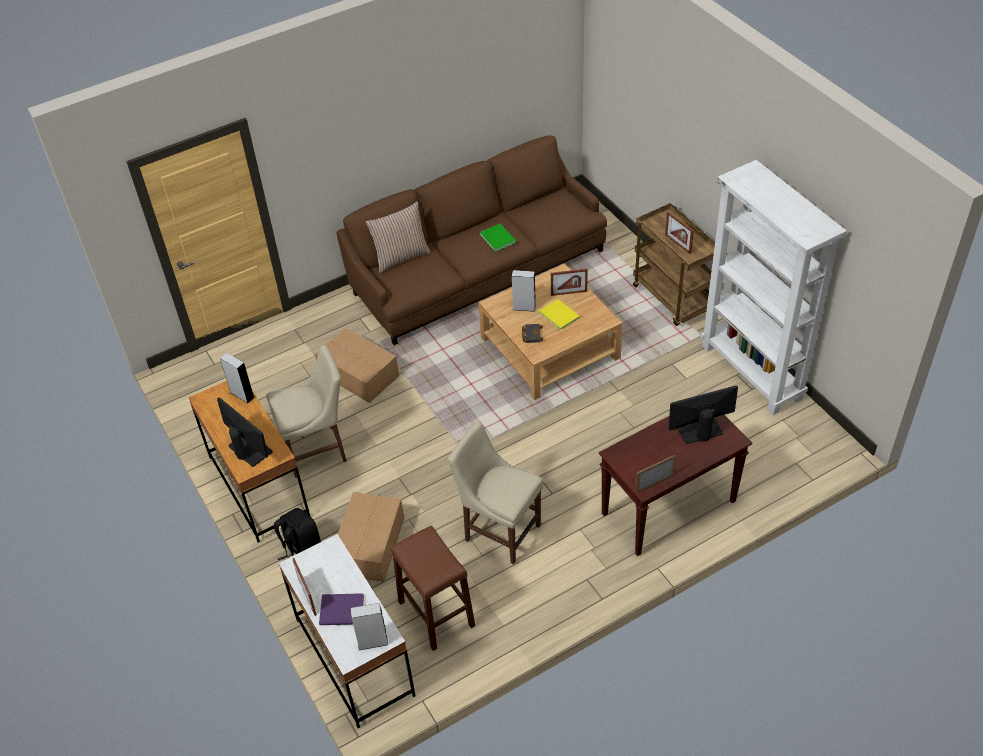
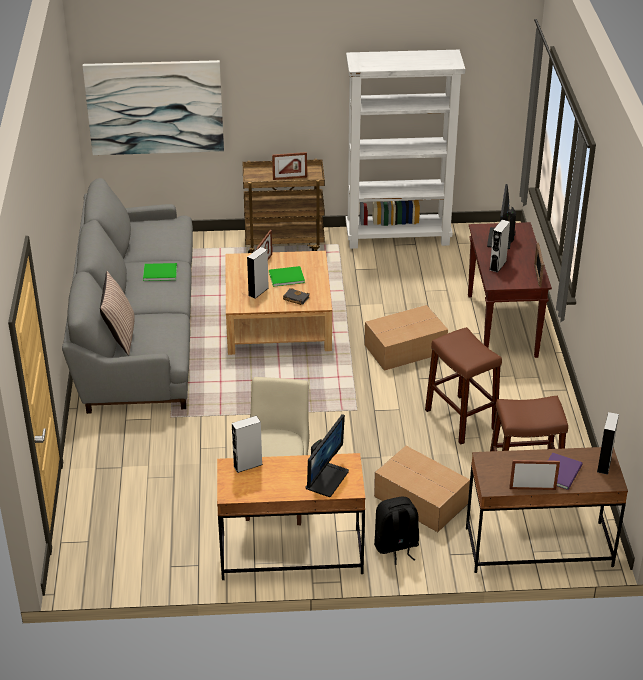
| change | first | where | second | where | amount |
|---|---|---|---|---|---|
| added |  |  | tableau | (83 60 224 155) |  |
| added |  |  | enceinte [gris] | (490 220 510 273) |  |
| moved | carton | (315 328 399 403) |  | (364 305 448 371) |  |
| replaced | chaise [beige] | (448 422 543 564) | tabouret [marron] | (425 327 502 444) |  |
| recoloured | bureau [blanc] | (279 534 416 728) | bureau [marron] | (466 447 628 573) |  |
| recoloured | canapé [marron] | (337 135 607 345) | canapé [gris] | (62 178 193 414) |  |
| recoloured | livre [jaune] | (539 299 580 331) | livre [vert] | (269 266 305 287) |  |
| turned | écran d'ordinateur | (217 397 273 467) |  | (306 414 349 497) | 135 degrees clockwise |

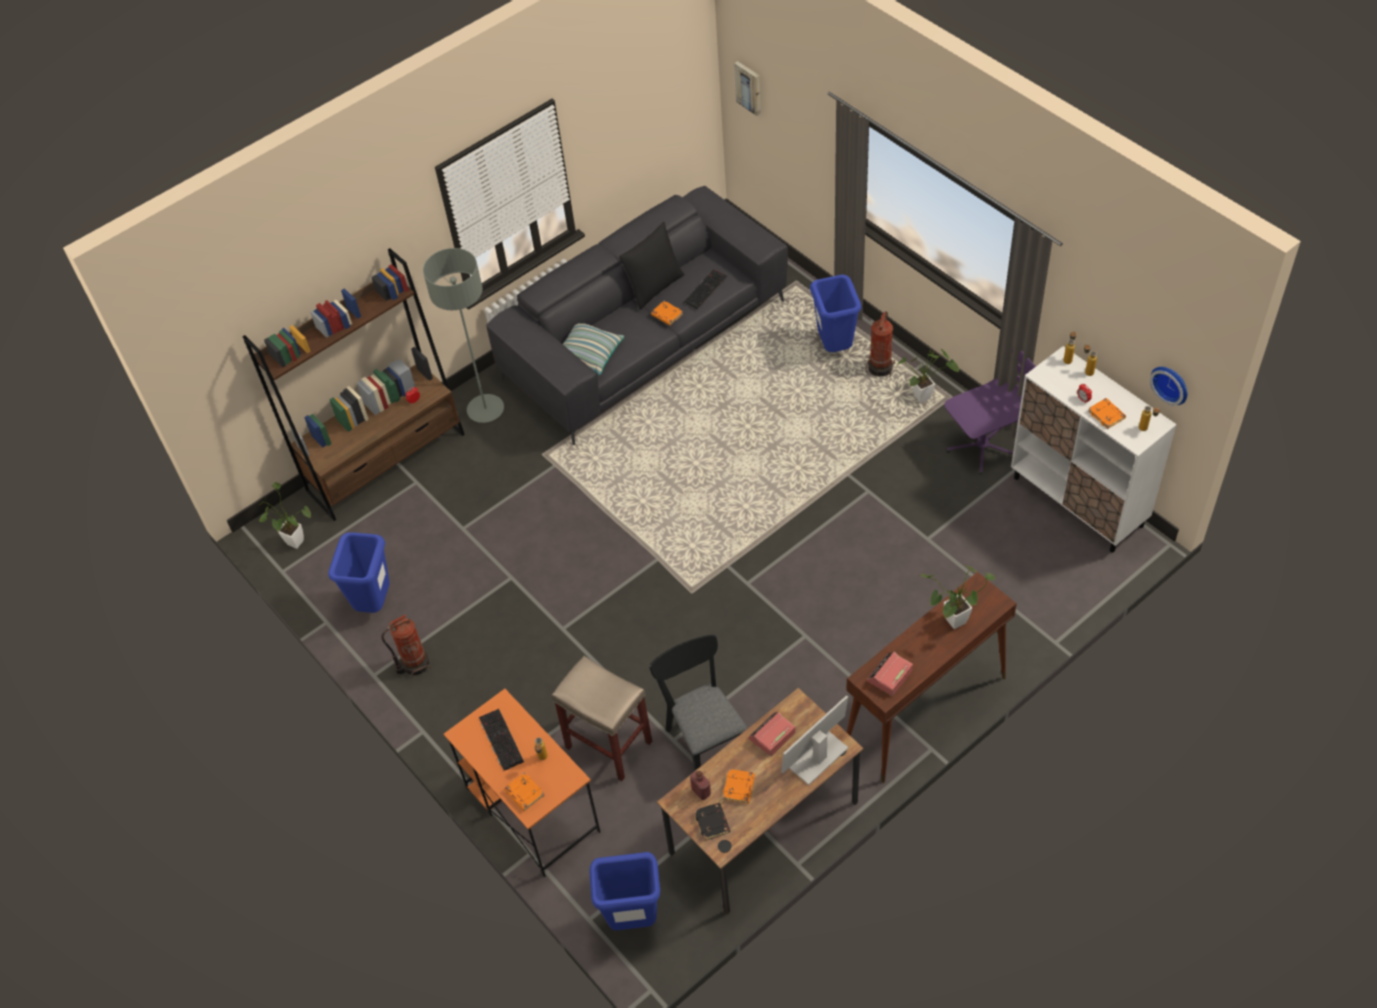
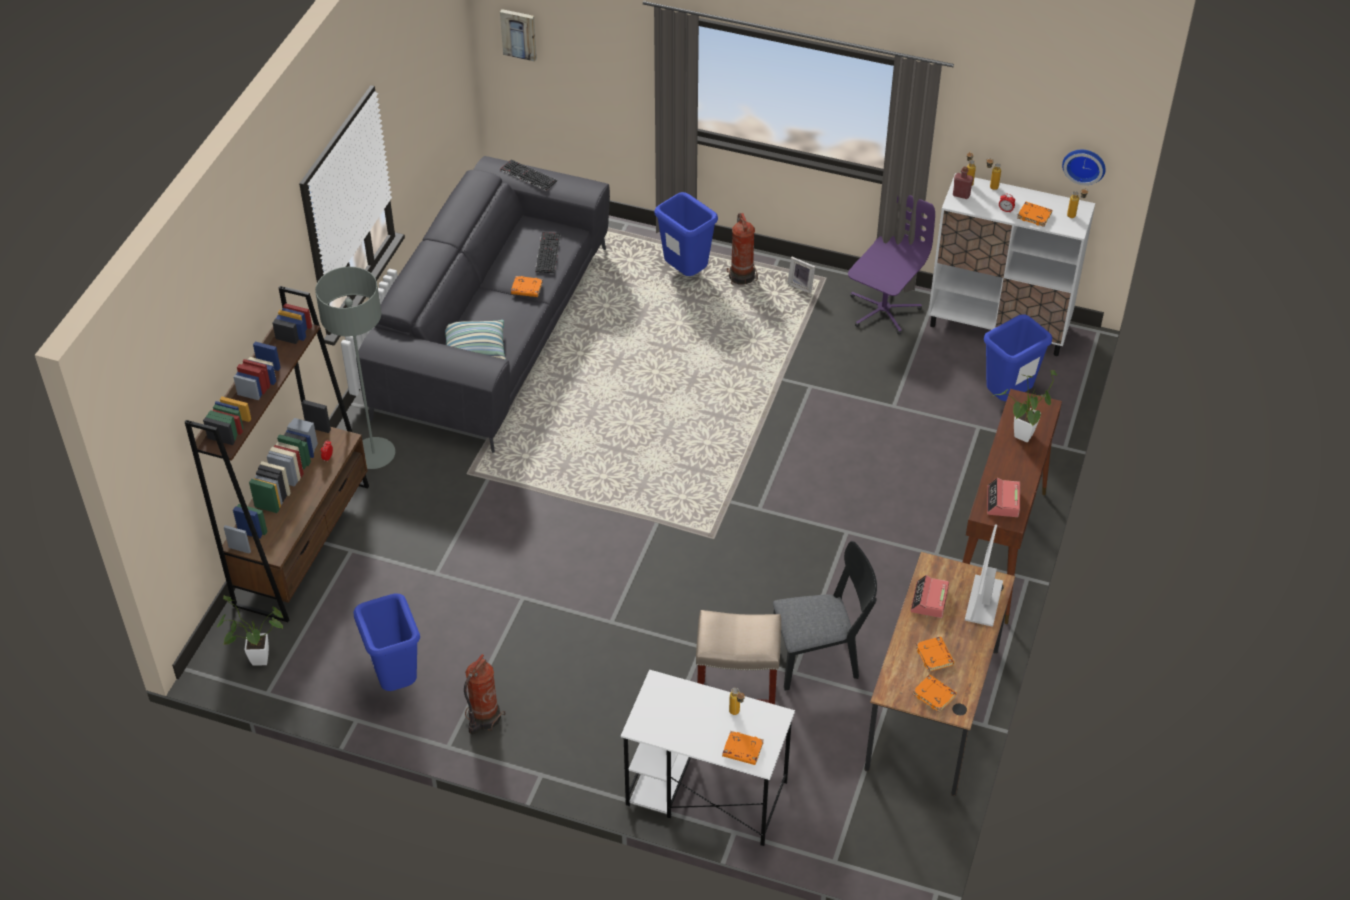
| change | first | where | second | where | amount |
|---|---|---|---|---|---|
| removed | coussin [noir] | (619 222 685 309) |  |  |  |
| moved | clavier | (479 709 524 771) |  | (500 159 557 191) |  |
| moved | poubelle [bleu] | (590 852 660 930) |  | (984 314 1052 401) |  |
| moved | bouteille [rouge] | (690 771 711 800) |  | (953 167 973 199) |  |
| replaced | plante en pot | (897 349 959 403) | cadre photo | (787 257 815 294) |  |
| recoloured | bureau [orange] | (444 689 601 877) | bureau [blanc] | (621 669 795 846) |  |
| recoloured | livre [noir] | (694 803 730 841) | livre [orange] | (912 675 957 713) |  |
| turned | chaise [noir] | (649 635 748 771) |  | (773 541 877 690) | 135 degrees clockwise |

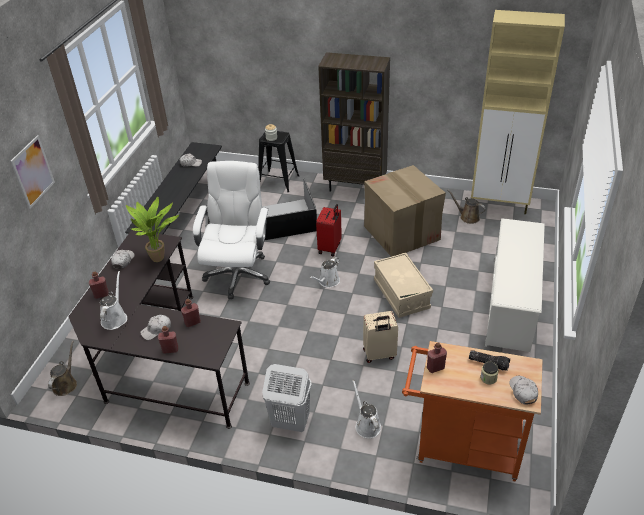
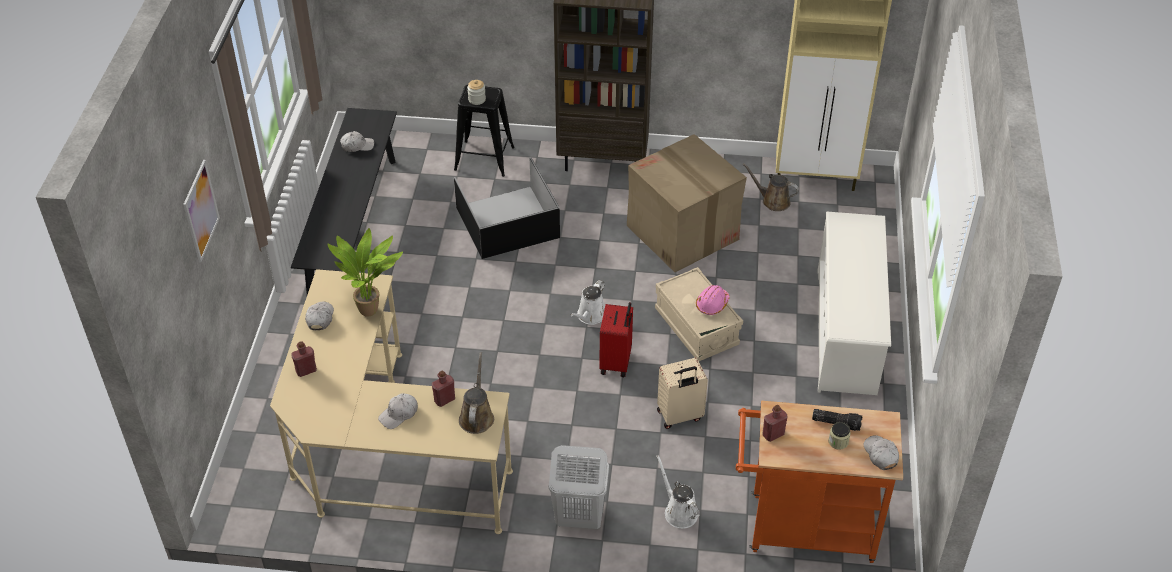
| change | first | where | second | where | amount |
|---|---|---|---|---|---|
| removed | arrosoir [blanc] | (100 271 127 330) |  |  |  |
| removed | bouteille [rouge] | (158 326 178 354) |  |  |  |
| removed | chaise de bureau [blanc] | (193 161 270 299) |  |  |  |
| added |  |  | casque de chantier [rose] | (696 285 730 315) |  |
| moved | arrosoir [marron] | (48 341 77 396) |  | (459 352 494 434) |  |
| moved | valise [rouge] | (316 204 342 256) |  | (599 302 633 377) |  |
| recoloured | bureau [noir] | (68 230 250 429) | bureau [beige] | (270 269 513 534) |  |

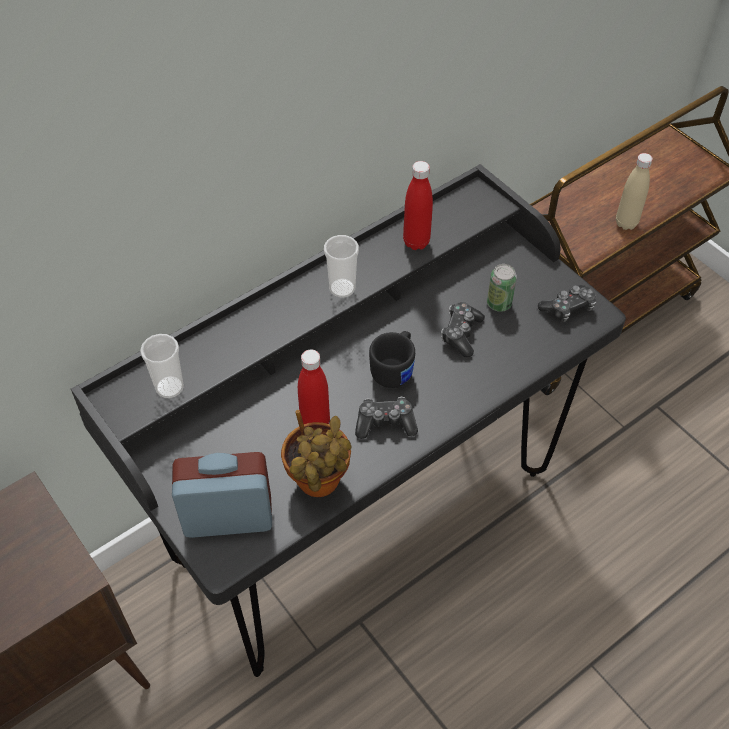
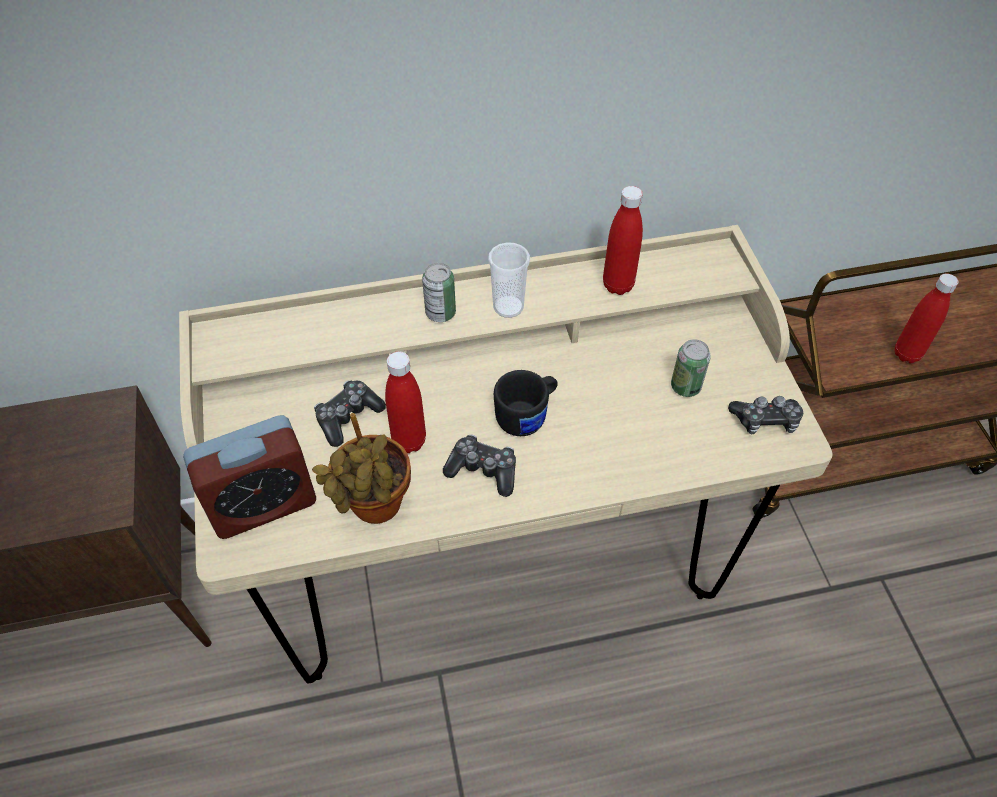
| change | first | where | second | where | amount |
|---|---|---|---|---|---|
| removed | tasse | (140 334 184 398) |  |  |  |
| added |  |  | boîte métallique | (422 263 456 322) |  |
| moved | manette | (441 302 485 357) |  | (314 380 386 447) |  |
| recoloured | bureau [noir] | (71 164 626 677) | bureau [beige] | (179 225 833 684) |  |
| recoloured | bouteille [beige] | (616 153 653 230) | bouteille [rouge] | (895 273 958 363) |  |
| turned | réveil | (172 452 272 538) |  | (183 415 316 539) | 135 degrees clockwise |

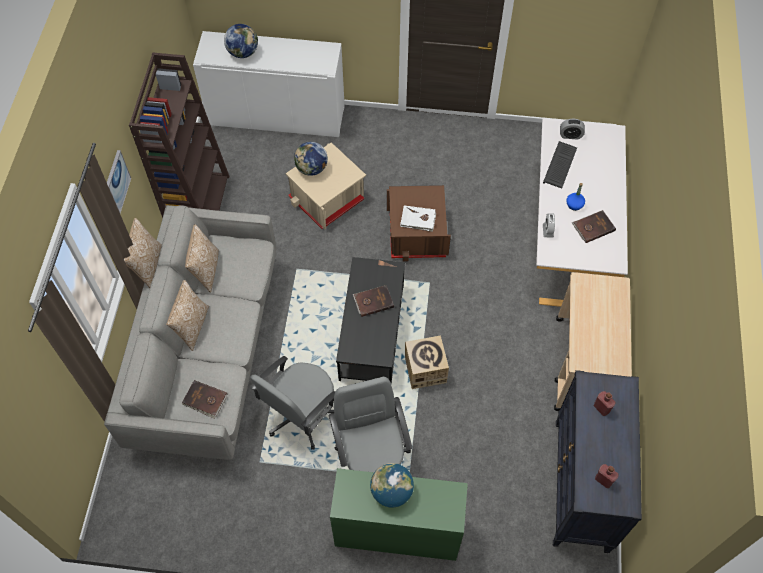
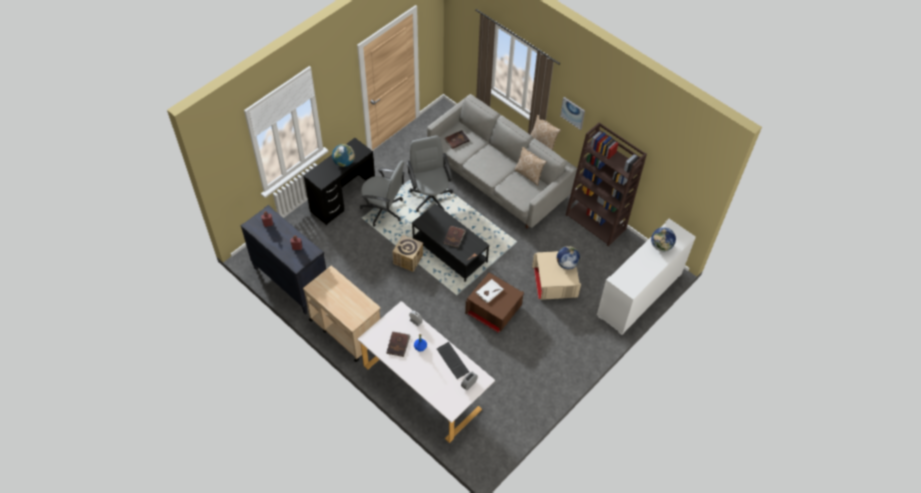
| change | first | where | second | where | amount |
|---|---|---|---|---|---|
| removed | coussin | (166 280 209 351) |  |  |  |
| recoloured | bureau [vert] | (330 468 468 561) | bureau [noir] | (303 138 375 225) |  |

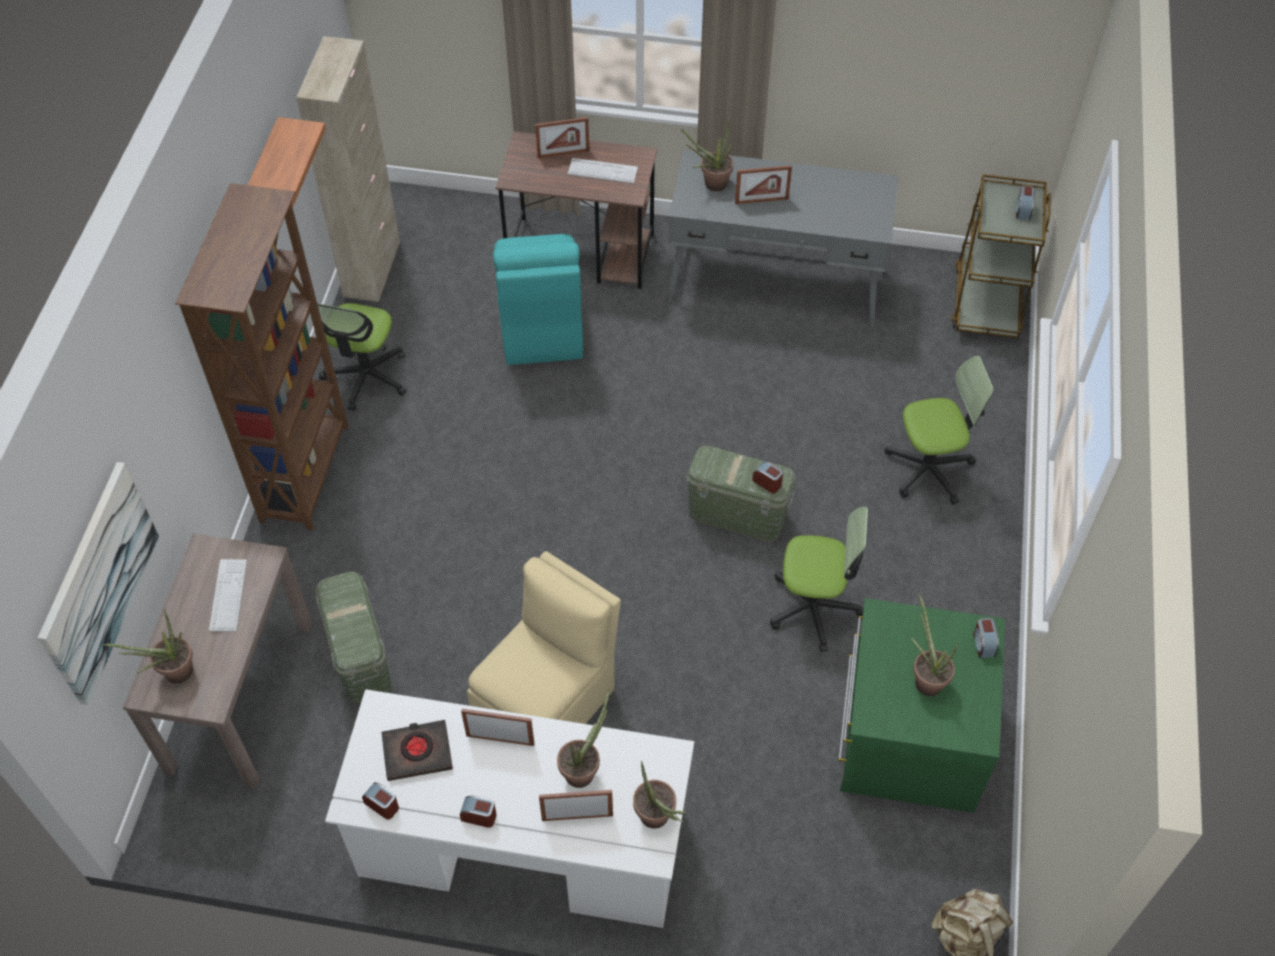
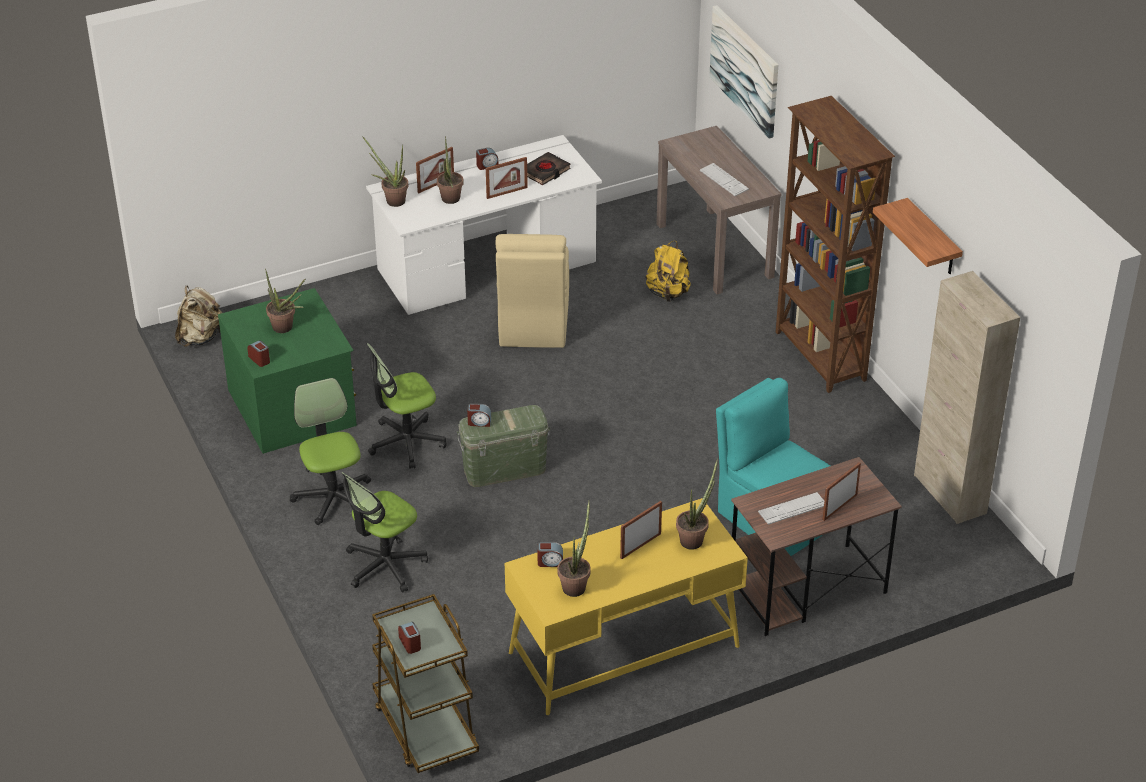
| change | first | where | second | where | amount |
|---|---|---|---|---|---|
| moved | plante en pot | (103 609 193 683) |  | (557 501 591 597) |  |
| moved | chaise de bureau | (317 303 407 411) |  | (290 378 371 525) |  |
| moved | réveil | (362 782 399 820) |  | (537 542 563 567) |  |
| replaced | boîte de rangement [vert] | (316 571 392 704) | sac à dos [jaune] | (646 241 691 302) |  |
| recoloured | bureau [gris] | (668 150 899 329) | bureau [jaune] | (505 498 748 715) |  |

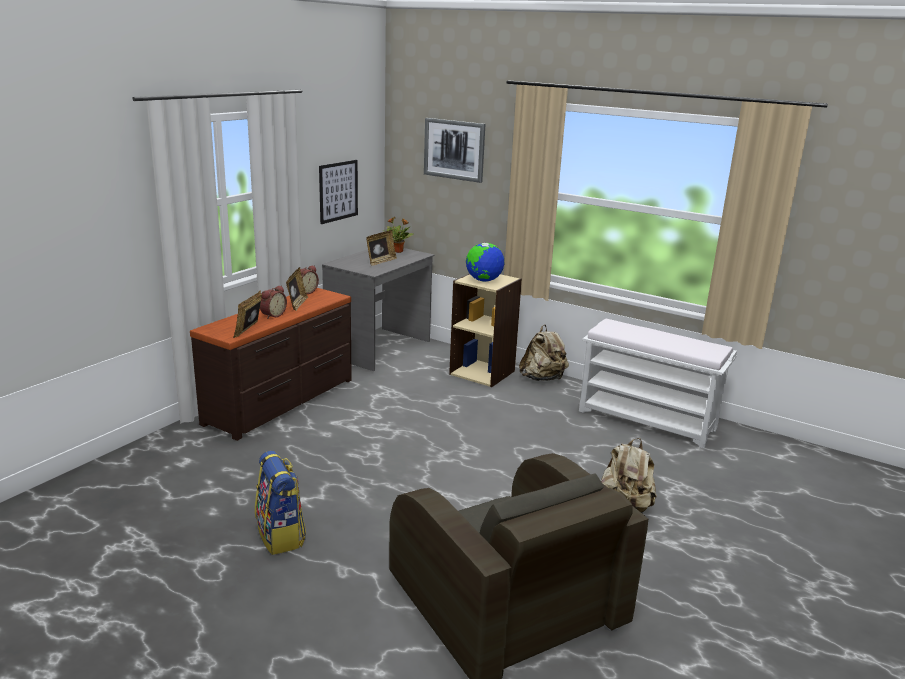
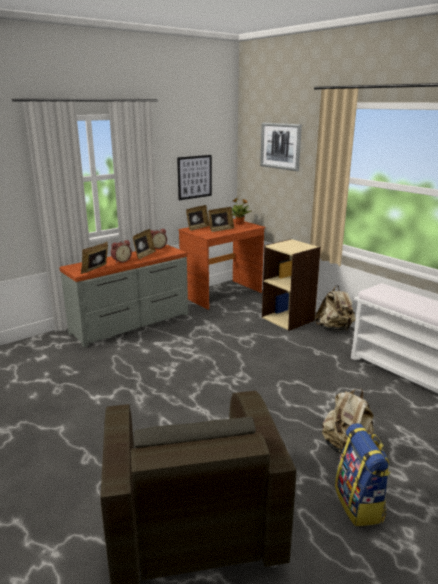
| change | first | where | second | where | amount |
|---|---|---|---|---|---|
| removed | globe | (466 243 504 282) |  |  |  |
| added |  |  | cadre photo | (186 205 210 231) |  |
| moved | sac à dos | (255 451 306 555) |  | (335 423 391 526) |  |
| recoloured | commode [marron] | (190 288 352 441) | commode [gris] | (59 245 188 347) |  |
| recoloured | bureau [gris] | (322 248 435 371) | bureau [marron] | (178 219 266 310) |  |

